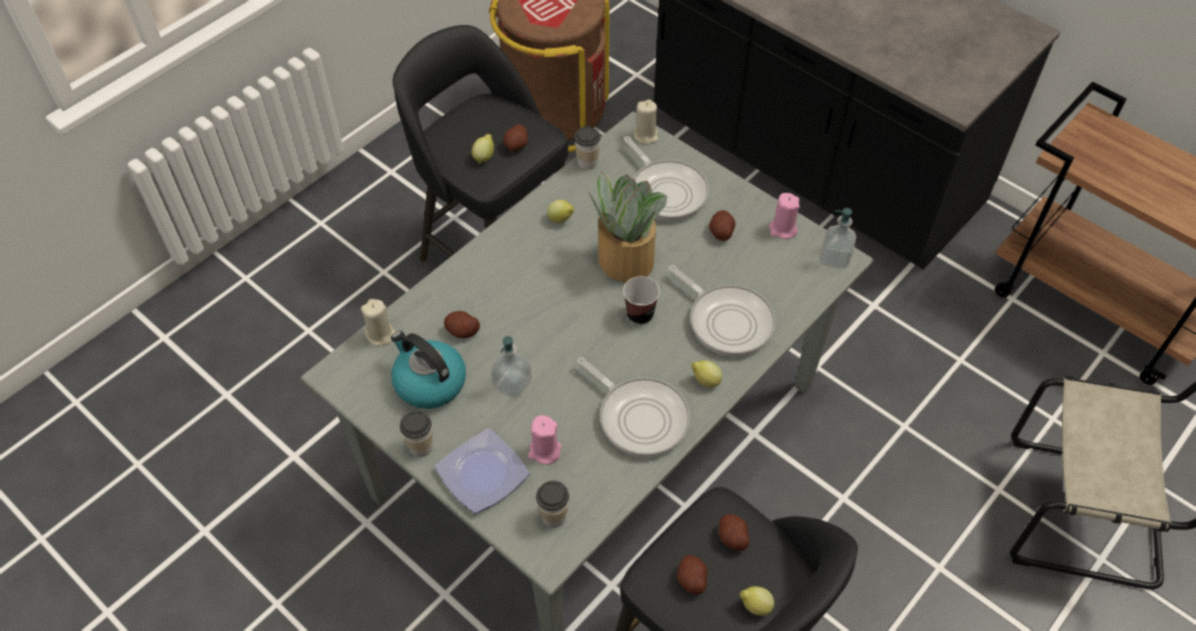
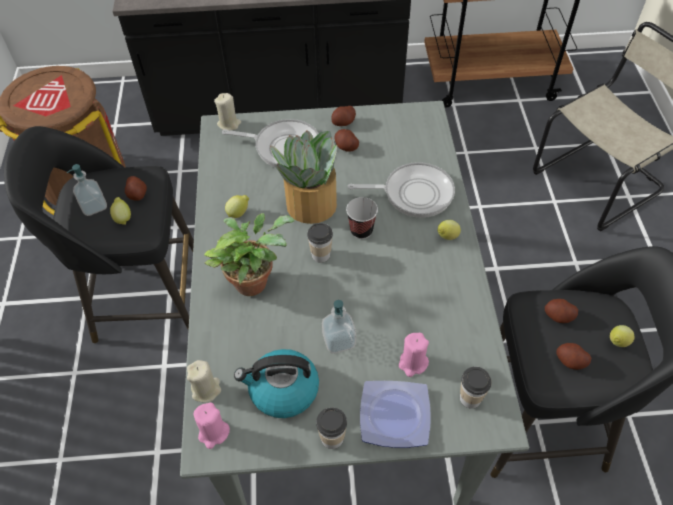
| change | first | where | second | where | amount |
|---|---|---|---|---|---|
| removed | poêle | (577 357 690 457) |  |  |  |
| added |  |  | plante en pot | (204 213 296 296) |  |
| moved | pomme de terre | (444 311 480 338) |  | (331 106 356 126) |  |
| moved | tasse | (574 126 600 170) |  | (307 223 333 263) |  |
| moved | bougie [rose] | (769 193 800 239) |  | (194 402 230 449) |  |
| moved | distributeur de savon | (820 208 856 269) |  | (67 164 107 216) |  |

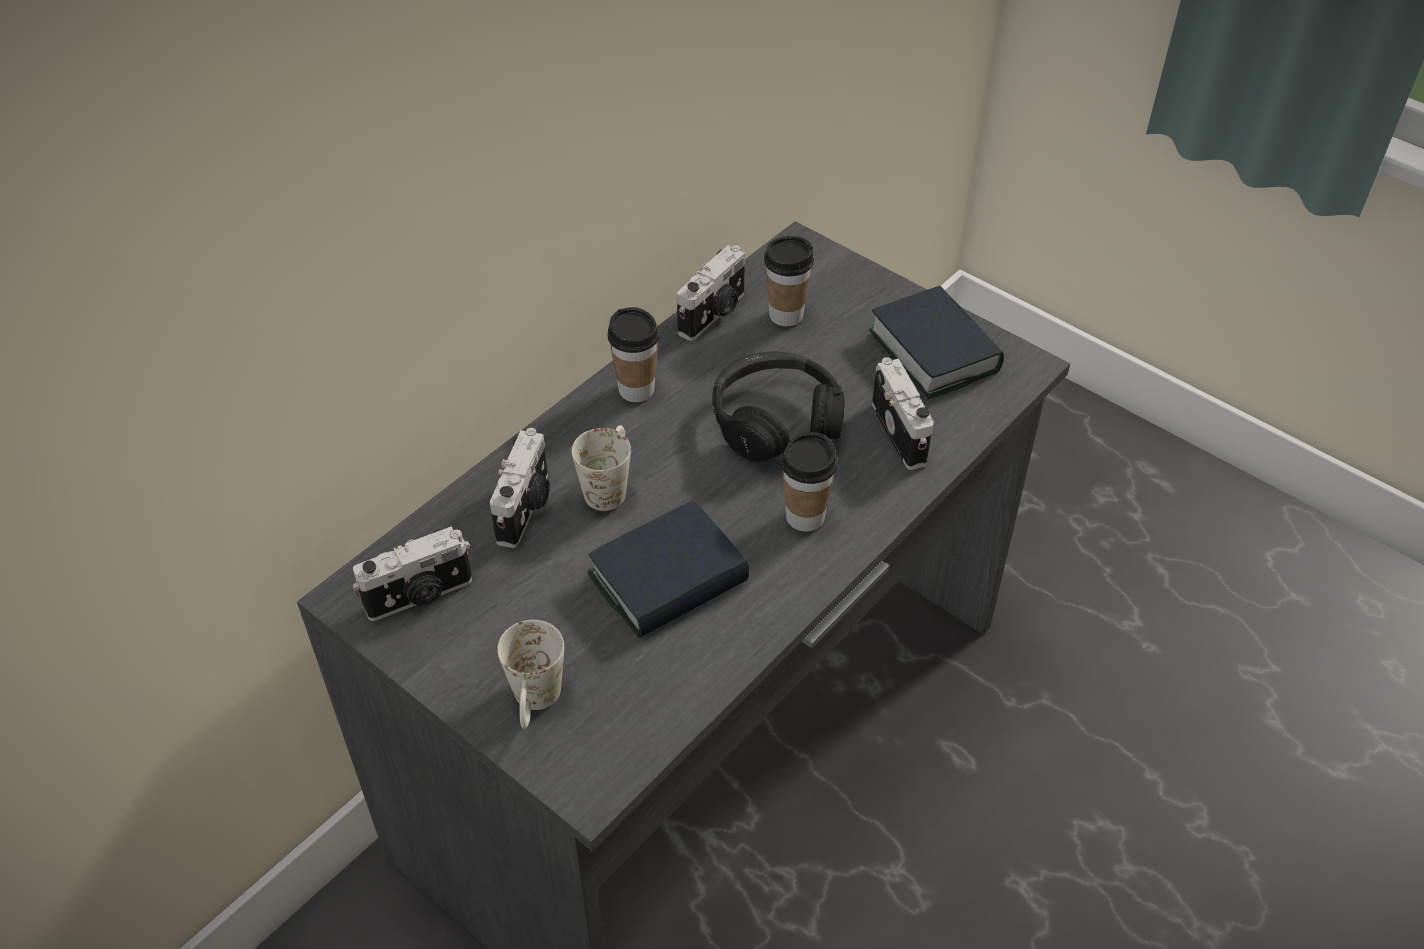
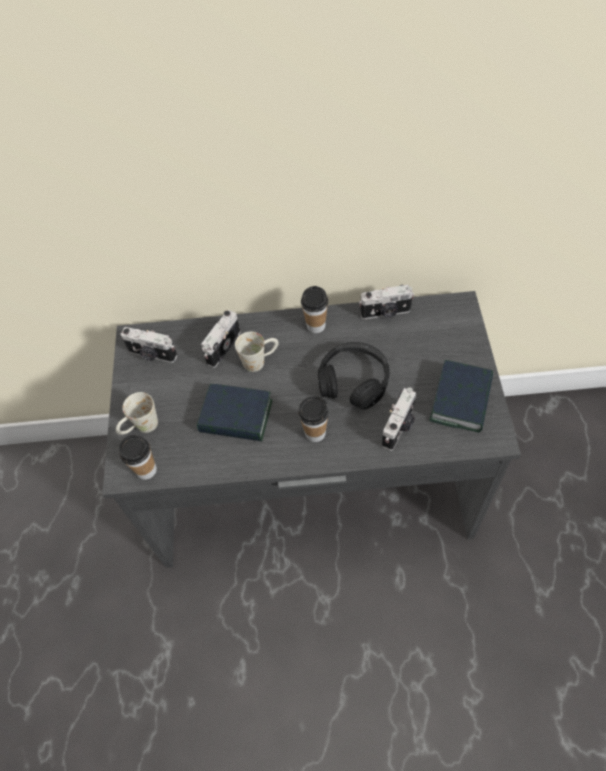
| change | first | where | second | where | amount |
|---|---|---|---|---|---|
| moved | tasse | (764 236 814 326) |  | (119 435 157 480) |  |
| turned | appareil photo | (490 428 550 548) |  | (201 310 241 368) | 150 degrees clockwise |

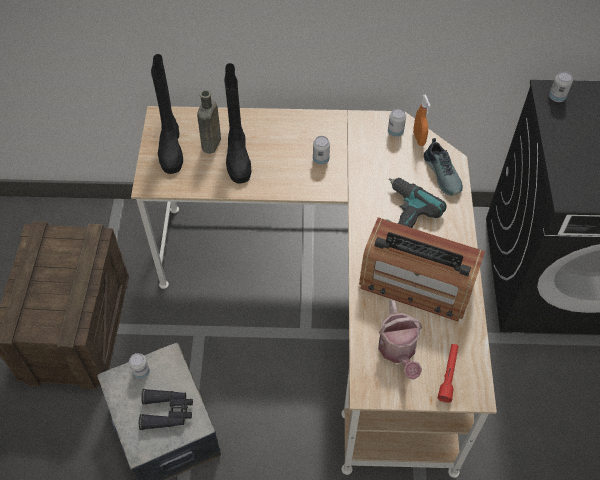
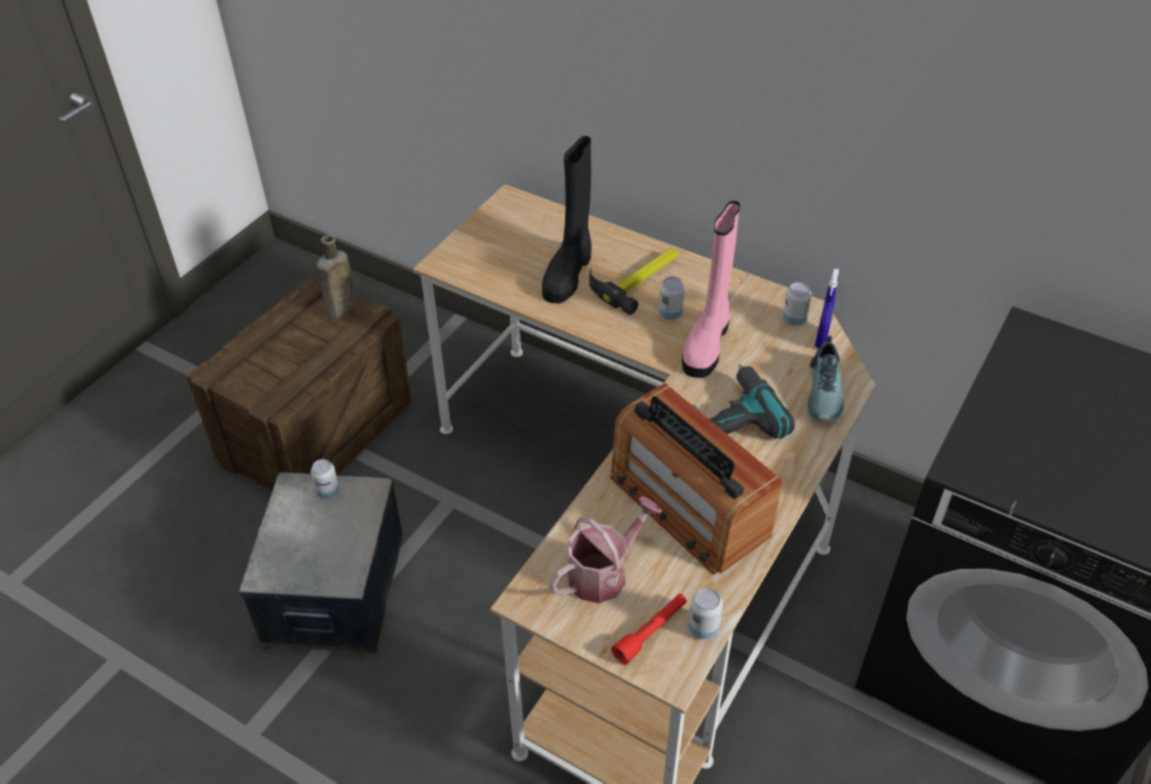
| change | first | where | second | where | amount |
|---|---|---|---|---|---|
| removed | jumelles [noir] | (139 389 193 430) |  |  |  |
| removed | botte [noir] | (151 54 183 174) |  |  |  |
| added |  |  | marteau | (589 248 678 315) |  |
| added |  |  | botte [rose] | (682 201 740 378) |  |
| moved | bouteille [marron] | (197 90 221 154) |  | (316 235 357 319) |  |
| moved | boîte métallique | (549 71 573 102) |  | (688 588 723 640) |  |
| recoloured | vaporisateur [orange] | (413 95 431 146) | vaporisateur [bleu] | (815 268 839 348) |  |
| turned | arrosoir | (378 300 422 380) |  | (550 496 662 603) | 150 degrees counterclockwise |

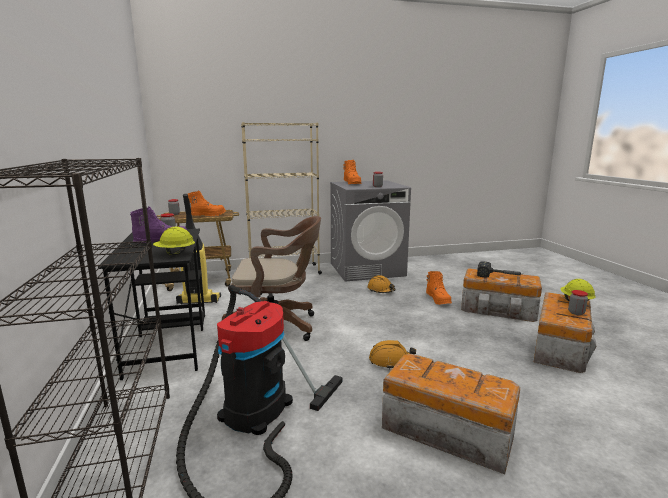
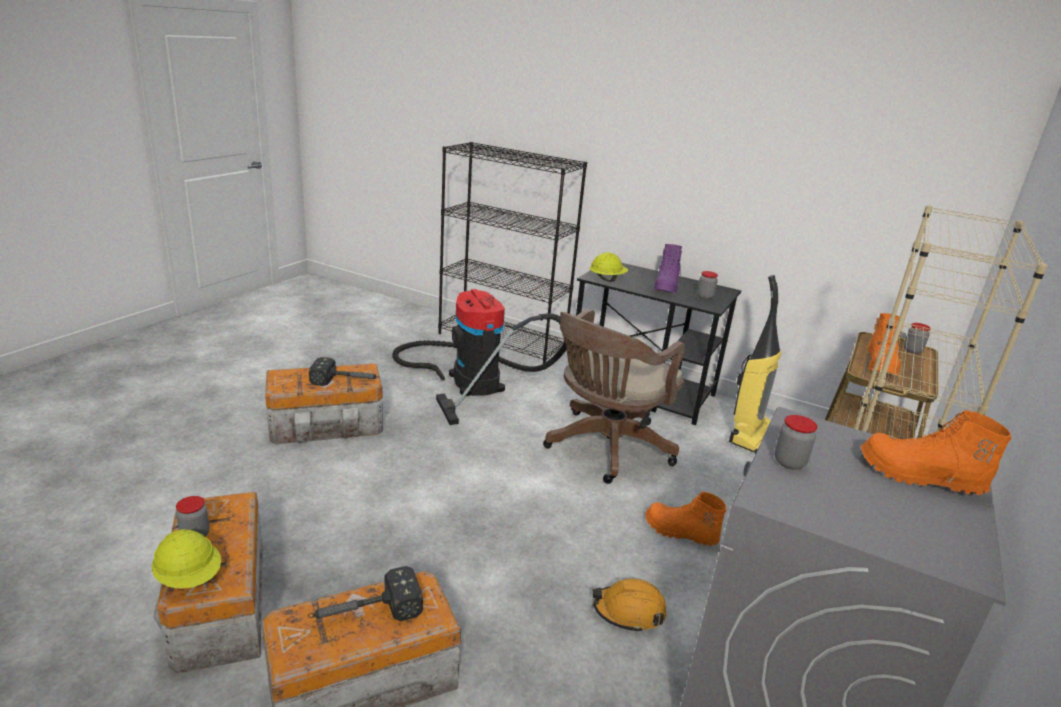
| change | first | where | second | where | amount |
|---|---|---|---|---|---|
| removed | casque de chantier [orange] | (369 340 416 370) |  |  |  |
| added |  |  | marteau | (309 357 380 386) |  |
| moved | botte [orange] | (426 271 452 305) |  | (646 491 727 546) |  |

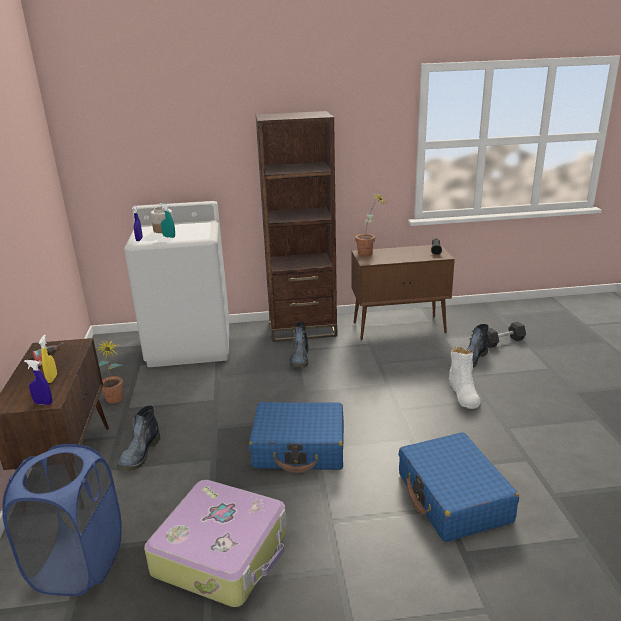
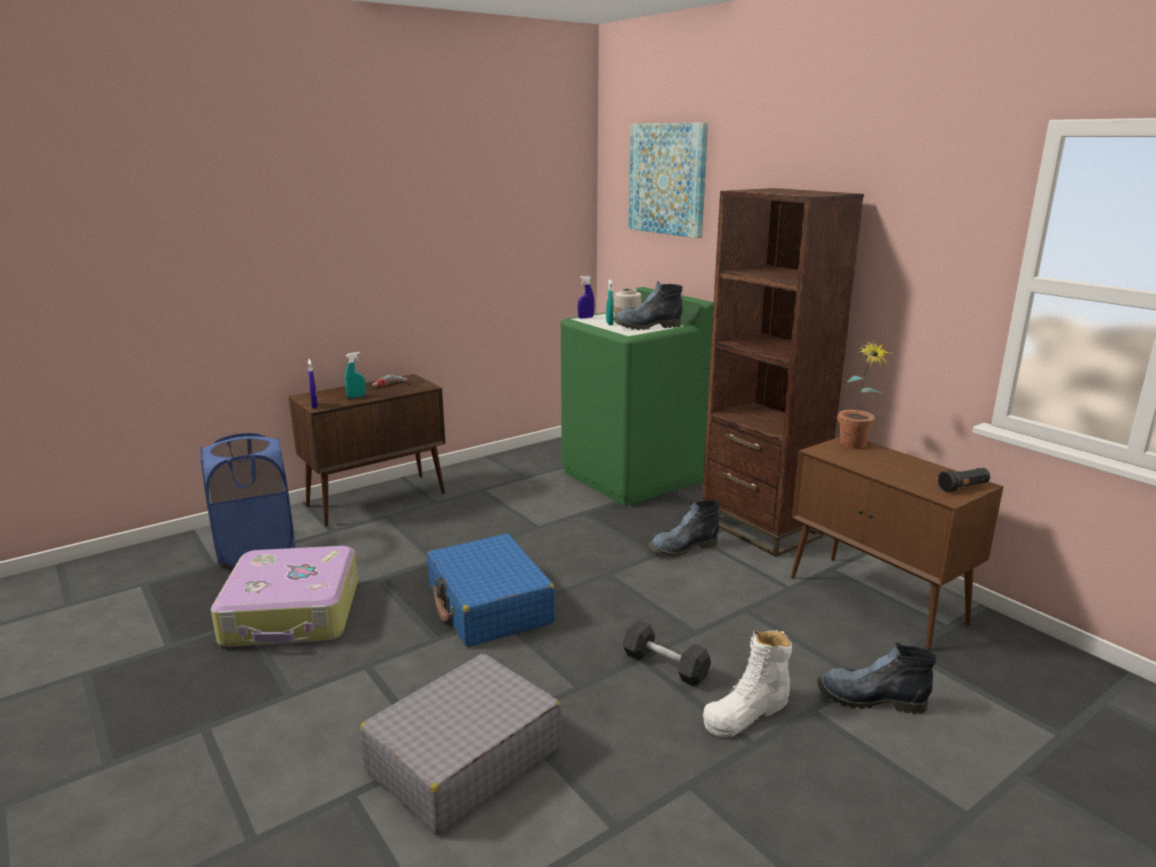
| change | first | where | second | where | amount |
|---|---|---|---|---|---|
| removed | plante en pot | (96 340 123 404) |  |  |  |
| added |  |  | tableau | (628 122 708 238) |  |
| moved | botte | (117 406 160 471) |  | (613 281 682 330) |  |
| moved | haltère [noir] | (487 322 526 348) |  | (623 620 711 687) |  |
| recoloured | vaporisateur [jaune] | (39 335 57 383) | vaporisateur [turquoise] | (345 352 366 398) |  |
| recoloured | lave-linge [blanc] | (124 201 229 367) | lave-linge [vert] | (561 287 714 506) |  |
| recoloured | valise [bleu] | (399 432 519 542) | valise [gris] | (360 654 562 835) |  |

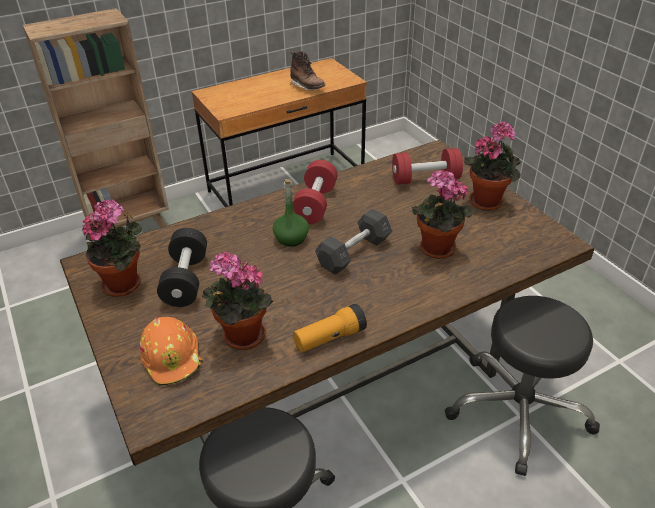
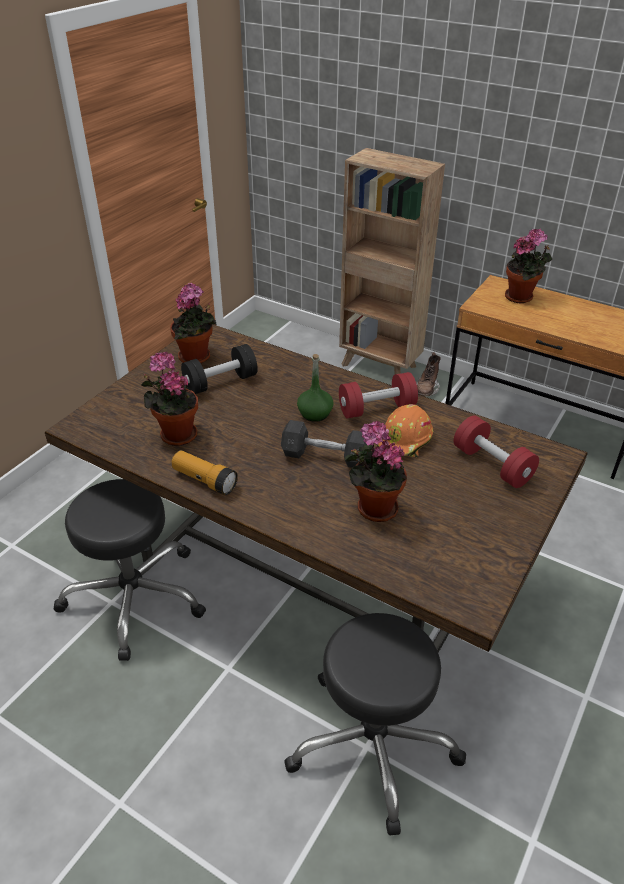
| change | first | where | second | where | amount |
|---|---|---|---|---|---|
| moved | casque de chantier [orange] | (140 317 203 386) |  | (377 404 433 457) |  |
| moved | botte [marron] | (290 51 325 91) |  | (416 352 441 397) |  |
| moved | plante en pot | (464 121 521 211) |  | (505 229 552 303) |  |

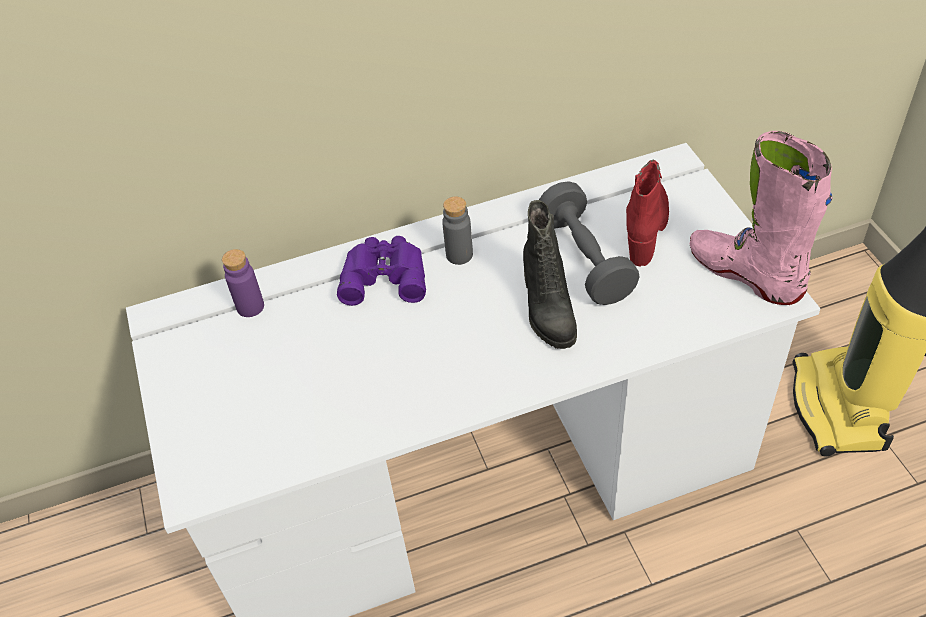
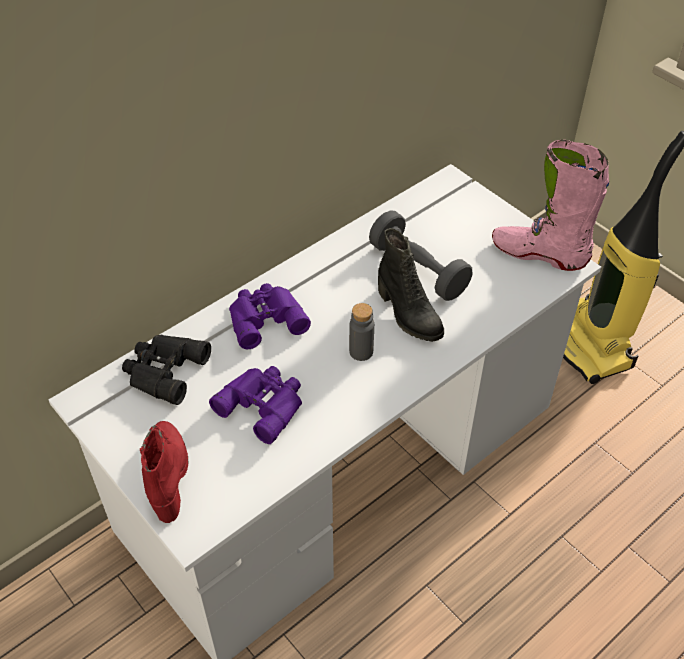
| change | first | where | second | where | amount |
|---|---|---|---|---|---|
| added |  |  | jumelles [violet] | (209 366 302 444) |  |
| moved | bouteille [gris] | (442 197 473 265) |  | (349 303 374 361) |  |
| moved | botte [rouge] | (626 160 669 267) |  | (140 421 188 523) |  |
| replaced | bouteille [violet] | (222 249 264 317) | jumelles [noir] | (122 335 211 405) |  |

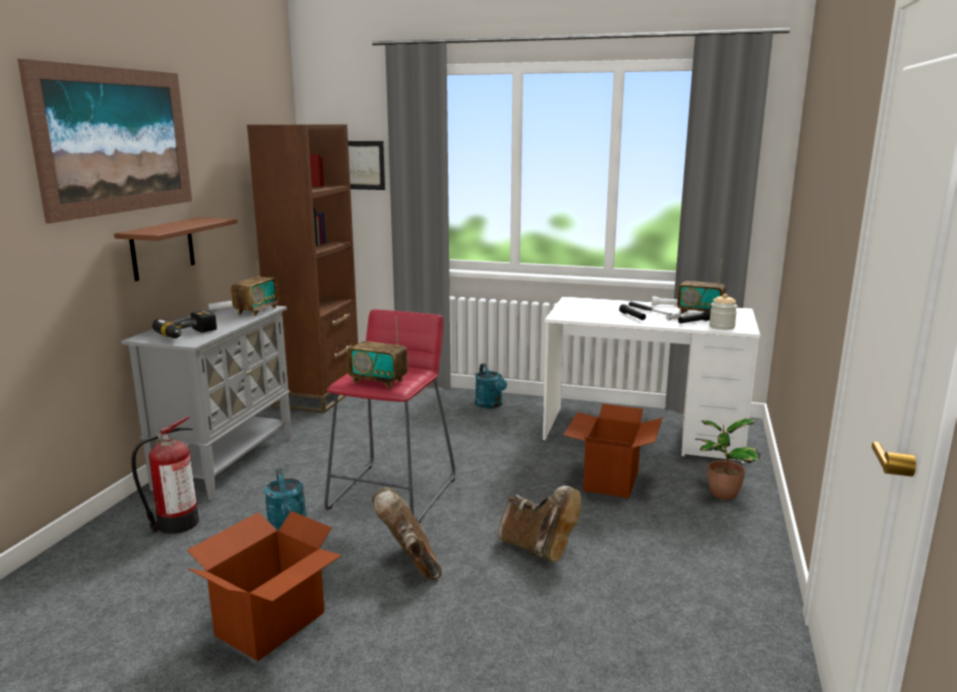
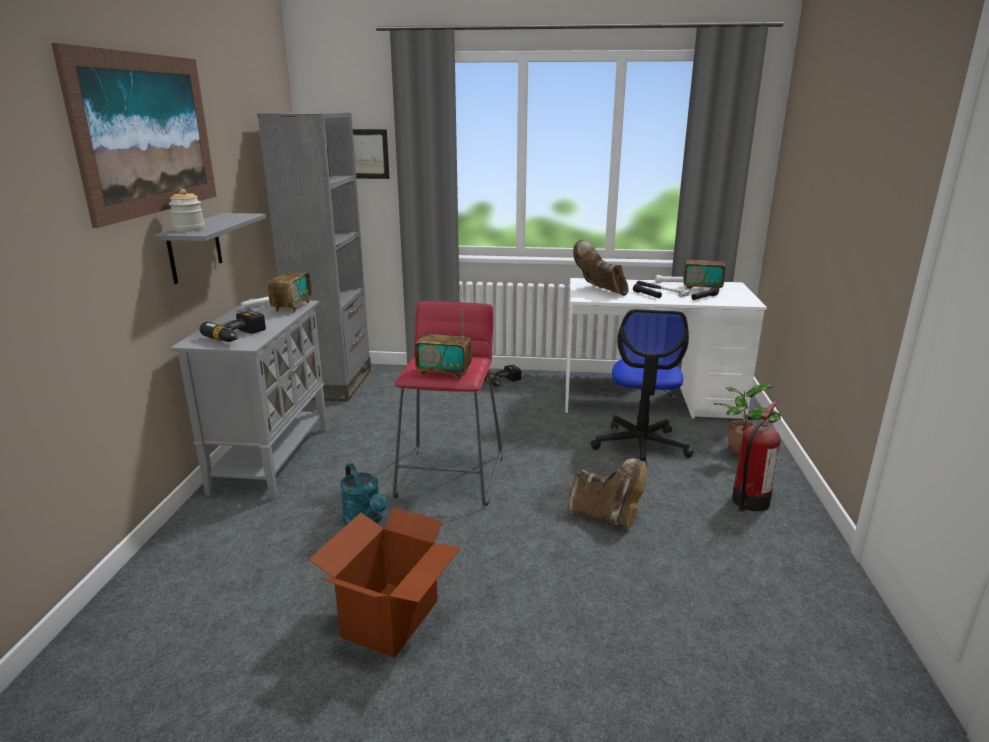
| change | first | where | second | where | amount |
|---|---|---|---|---|---|
| moved | extincteur | (131 416 199 534) |  | (732 401 781 512) |  |
| moved | botte [marron] | (372 487 442 580) |  | (573 240 629 296) |  |
| moved | bocal | (709 294 737 330) |  | (169 189 205 232) |  |
| replaced | arrosoir [turquoise] | (475 364 507 409) | perceuse | (484 365 521 386) |  |
| replaced | carton | (564 404 662 498) | chaise de bureau | (591 309 694 467) |  |
| recoloured | étagère [marron] | (114 217 238 281) | étagère [gris] | (153 213 266 284) |  |
| recoloured | bibliothèque [marron] | (247 124 358 413) | bibliothèque [gris] | (257 113 371 401) |  |

